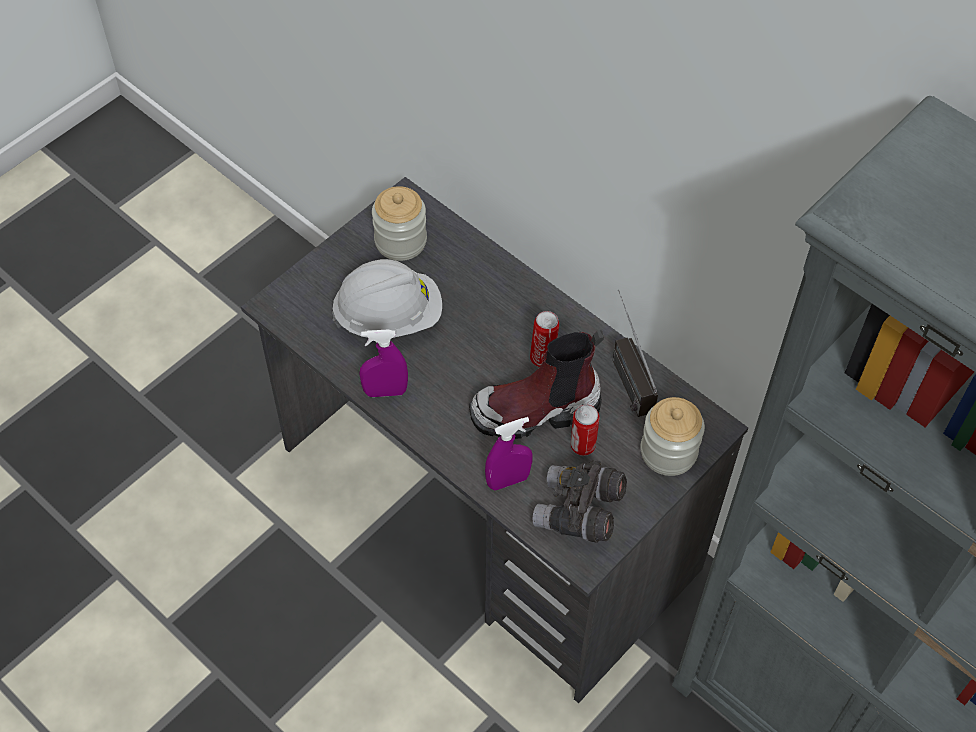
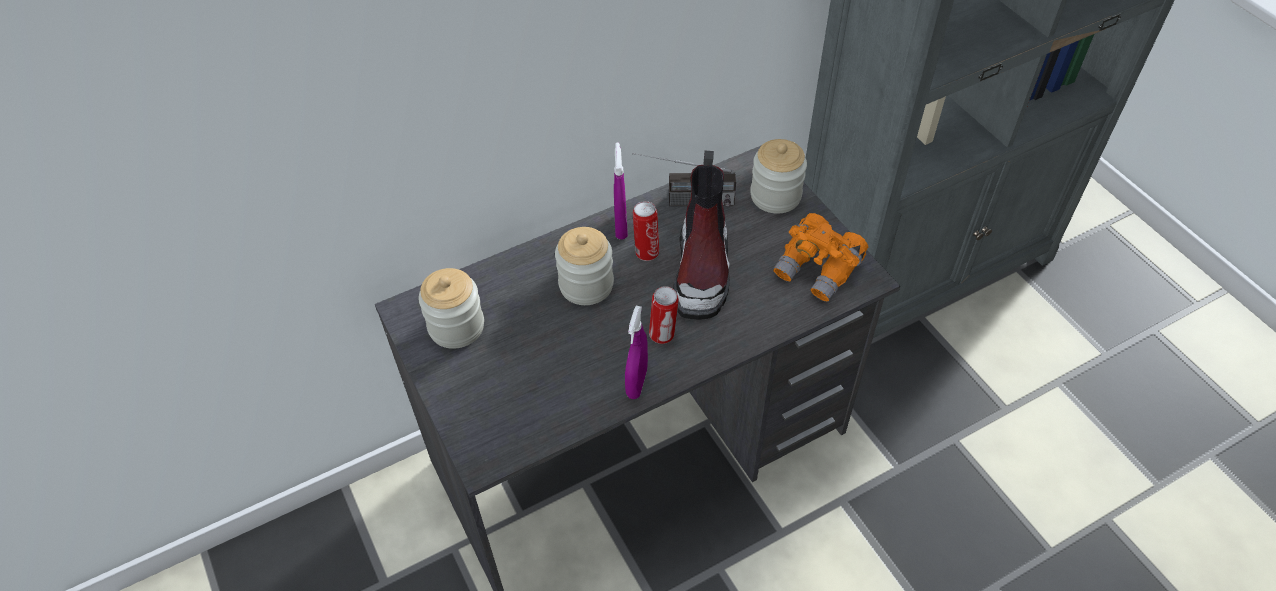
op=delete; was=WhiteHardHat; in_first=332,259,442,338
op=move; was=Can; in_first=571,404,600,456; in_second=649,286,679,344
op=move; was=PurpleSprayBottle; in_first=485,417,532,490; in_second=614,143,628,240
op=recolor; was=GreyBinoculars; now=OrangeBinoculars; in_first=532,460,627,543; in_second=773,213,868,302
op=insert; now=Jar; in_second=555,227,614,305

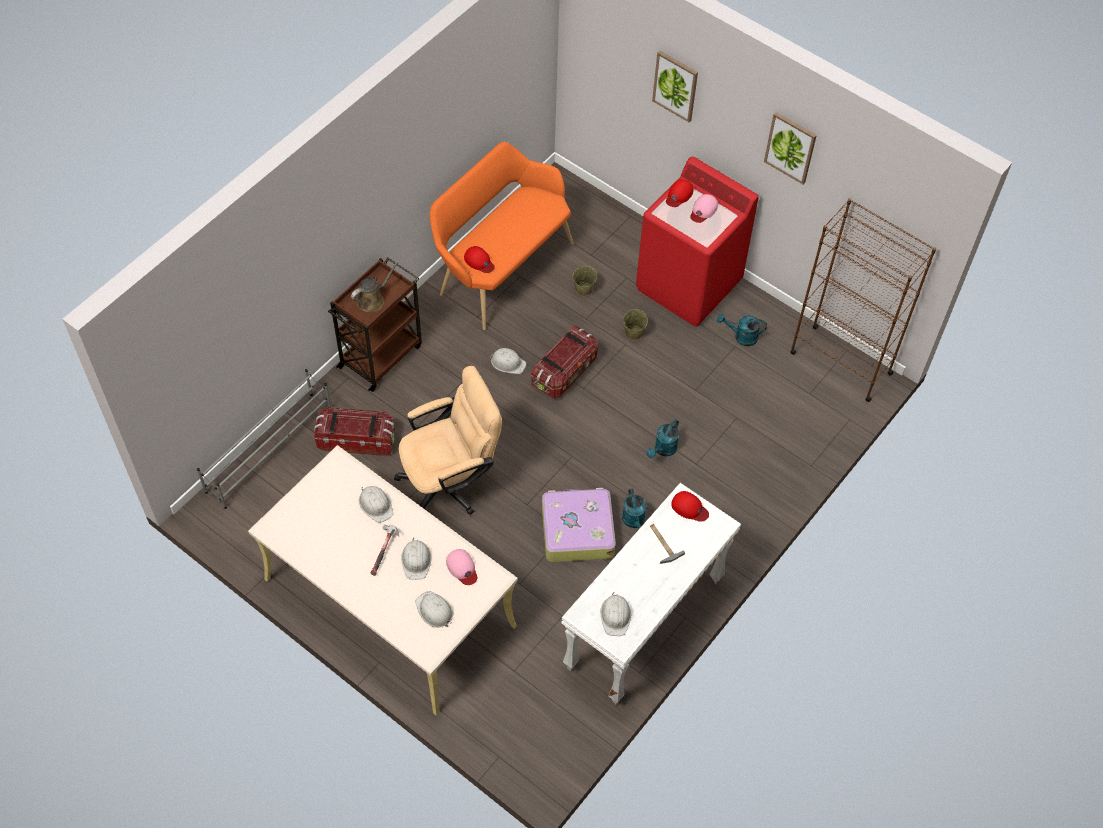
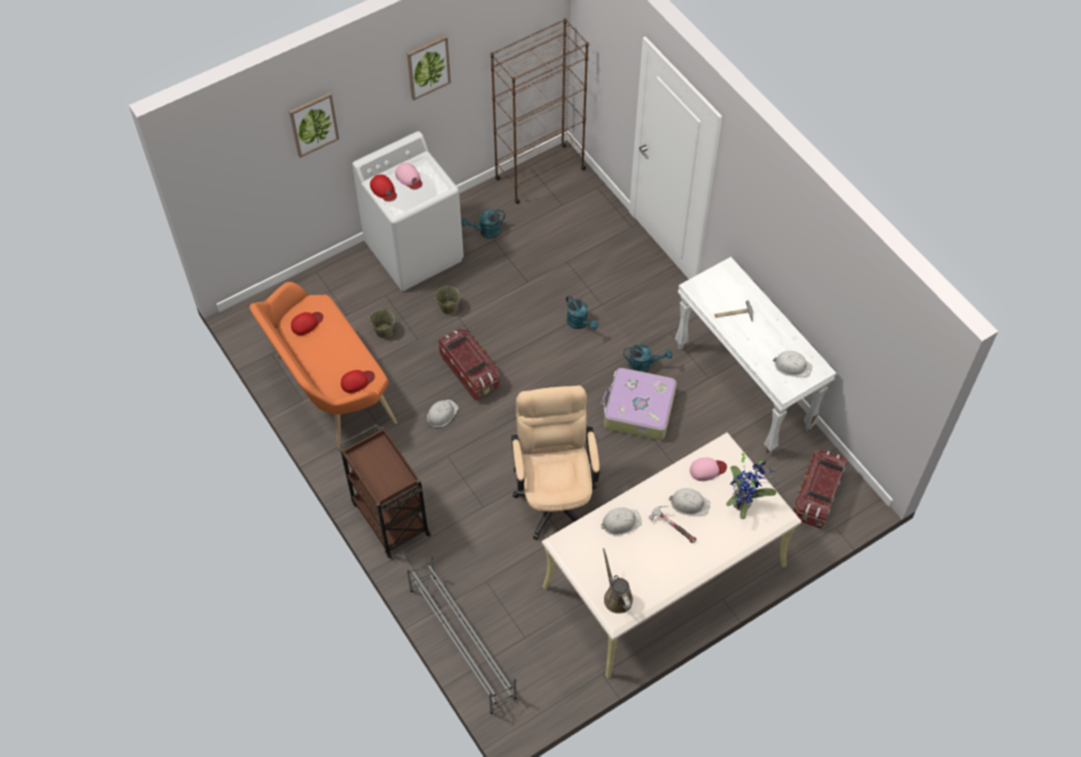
op=recolor; was=RedWashingMachine; now=WhiteWashingMachine; in_first=636,157,759,327; in_second=352,131,464,291
op=move; was=BrownWateringCan; in_first=351,260,400,312; in_second=603,548,633,614
op=rotate; was=TurquoiseWateringCan; in_first=717,314,767,346; in_second=461,209,505,239; clockwise=45
op=move; was=StorageBox; in_first=314,407,395,456; in_second=794,450,847,529
op=move; was=RedCap; in_first=671,491,709,522; in_second=291,312,323,335
op=replace; was=WhiteHardHat; now=PottedPlant; in_first=415,591,453,628; in_second=726,449,776,519

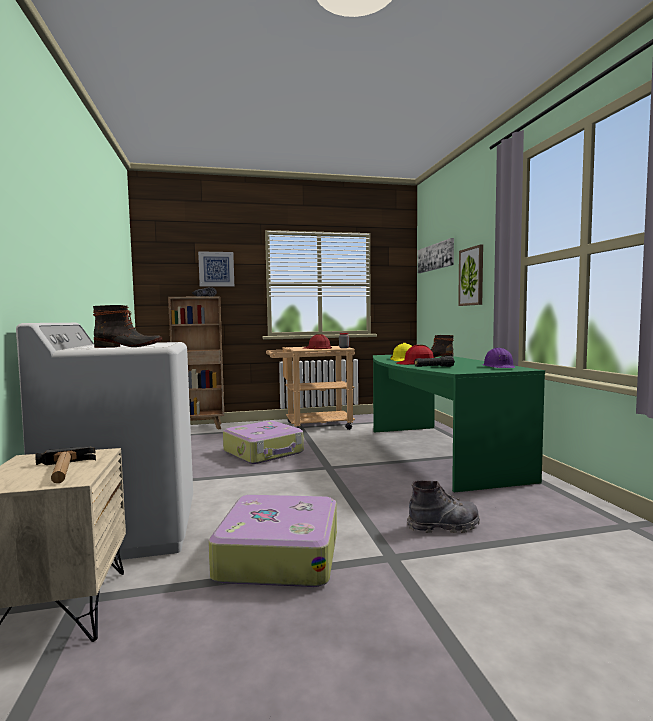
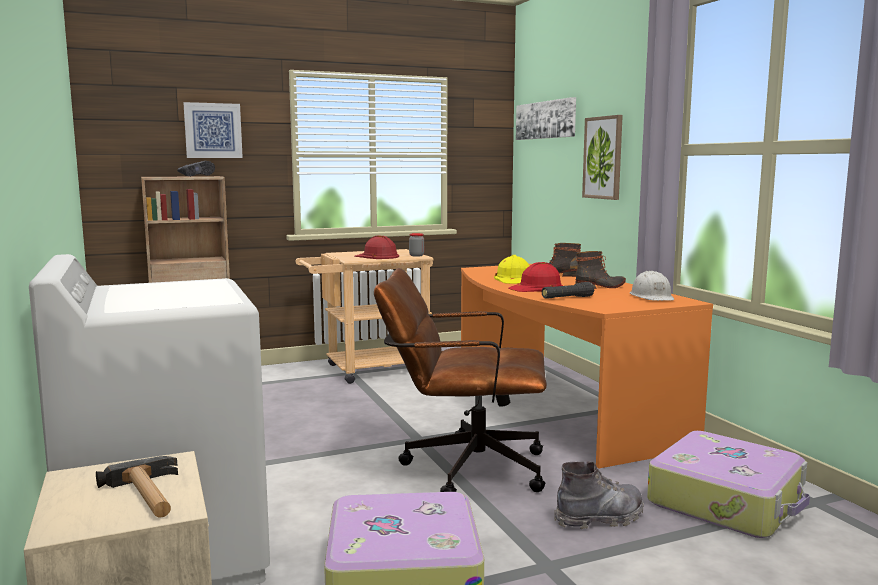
op=move; was=Boot; in_first=93,305,162,348; in_second=576,251,626,289
op=recolor; was=PurpleHardHat; now=WhiteHardHat; in_first=483,348,515,368; in_second=630,271,674,301
op=recolor; was=GreenDesk; now=OrangeDesk; in_first=373,355,545,492; in_second=461,264,713,468
op=move; was=Suitcase; in_first=223,421,304,464; in_second=647,431,810,538
op=insert; now=BrownOfficeChair; in_second=374,268,547,492

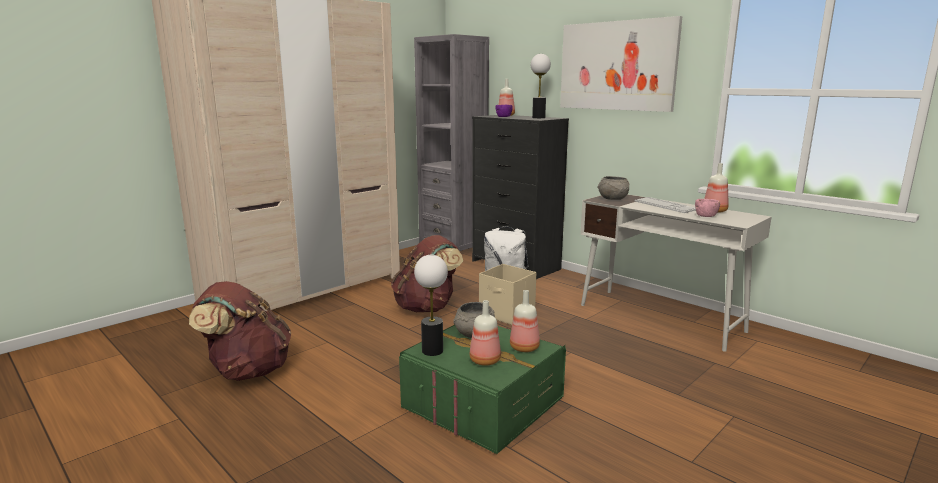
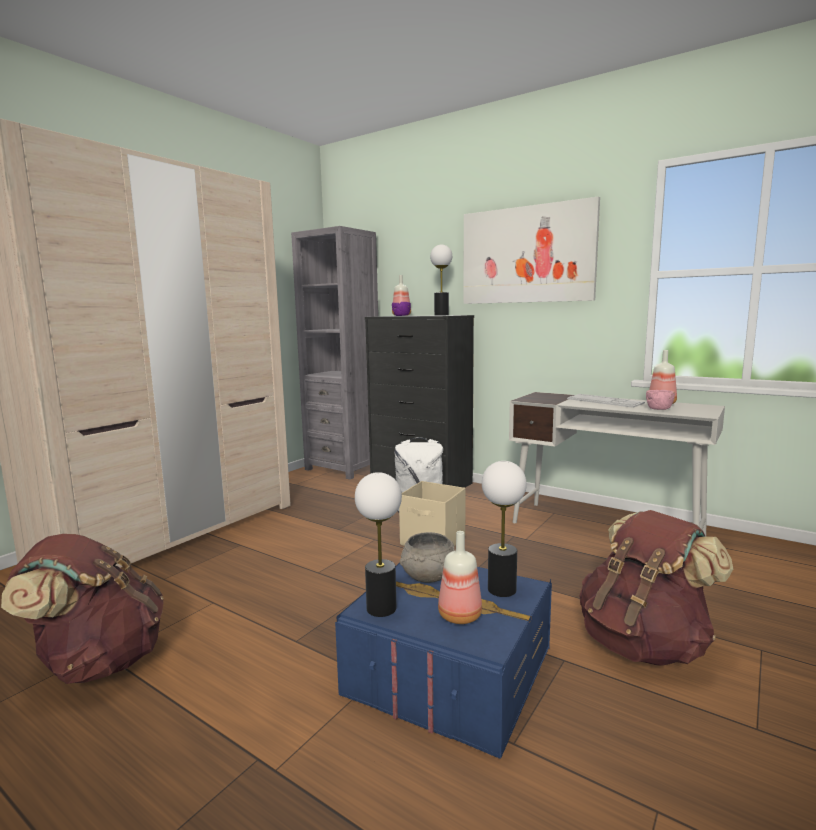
op=delete; was=GreyBowl; in_first=597,176,629,200
op=move; was=BrownBackpack; in_first=391,235,463,312; in_second=579,510,733,666
op=replace; was=Bottle; now=TableLamp; in_first=510,290,540,352; in_second=482,461,527,597
op=recolor; was=GreenStorageBox; now=BlueStorageBox; in_first=399,325,566,454; in_second=335,563,552,759

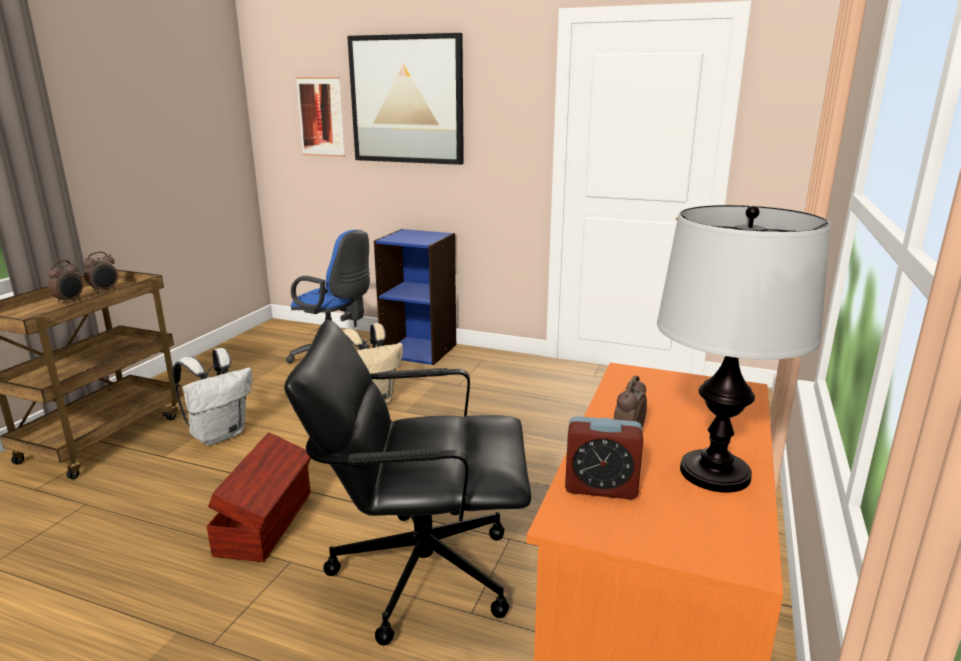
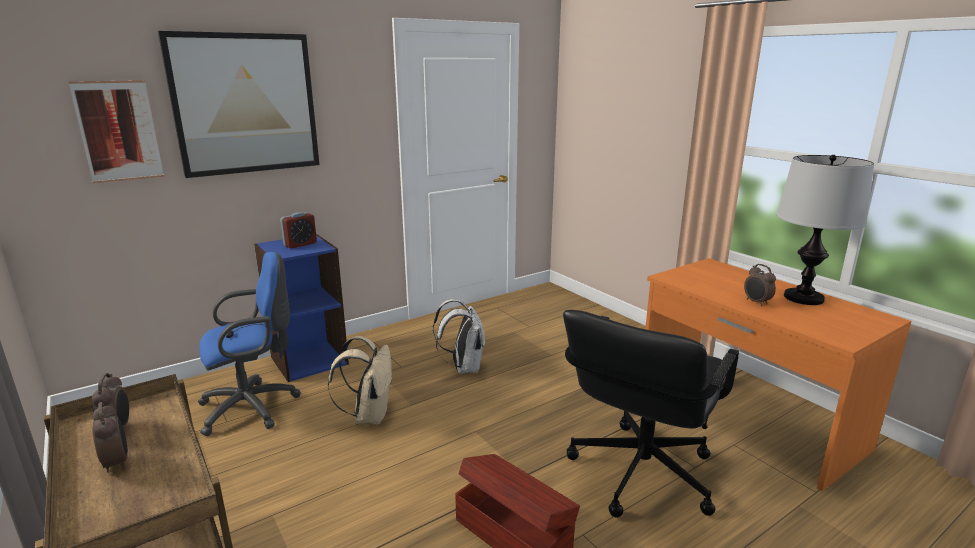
op=move; was=WhiteBackpack; in_first=173,348,252,445; in_second=433,299,485,373
op=move; was=AlarmClock; in_first=565,416,643,500; in_second=280,212,317,249

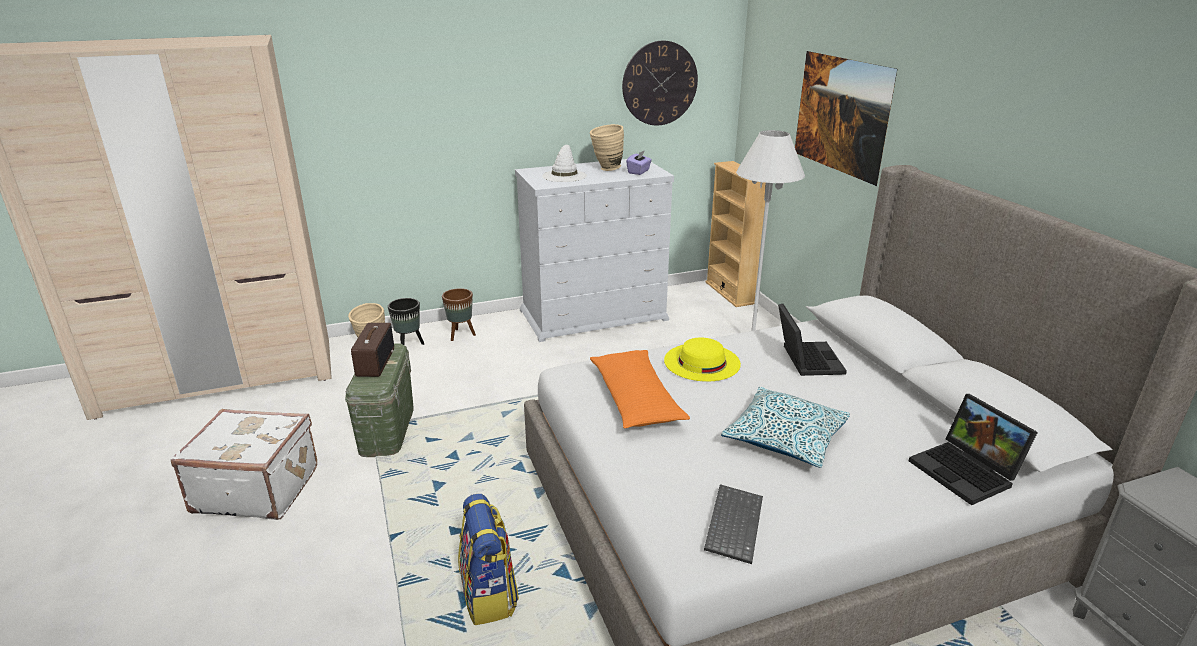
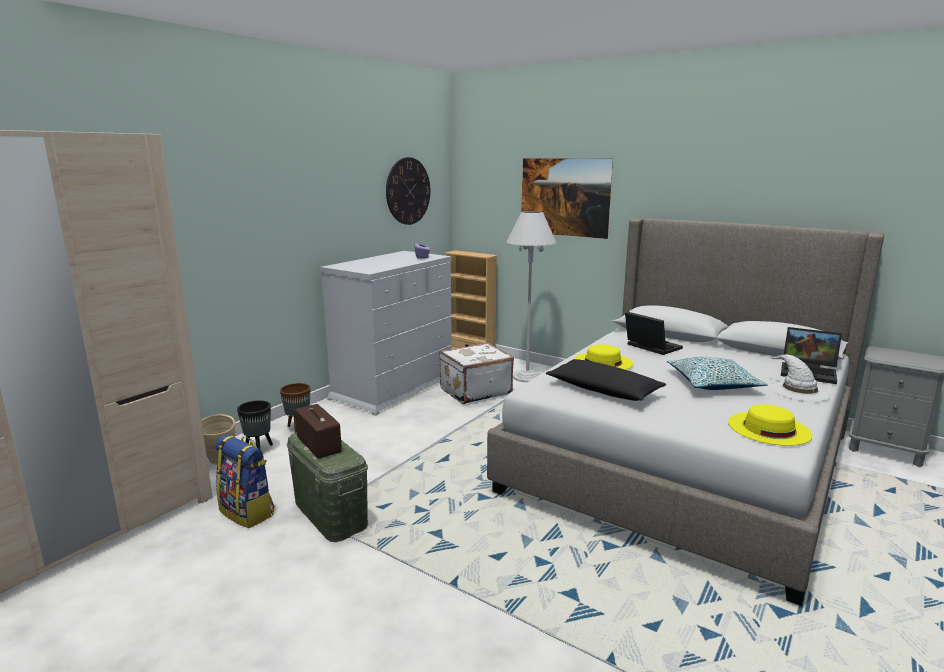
op=delete; was=BeigeVase; in_first=590,124,624,171
op=move; was=WhiteHat; in_first=542,145,587,182; in_second=769,354,830,402
op=recolor; was=OrangePillow; now=BlackPillow; in_first=590,350,690,428; in_second=546,359,666,401
op=move; was=WhiteSuitcase; in_first=171,409,317,520; in_second=439,343,514,404
op=replace; was=Keyboard; now=YellowHat; in_first=704,484,763,564; in_second=728,404,813,446
op=move; was=Backpack; in_first=458,494,519,625; in_second=215,434,275,528

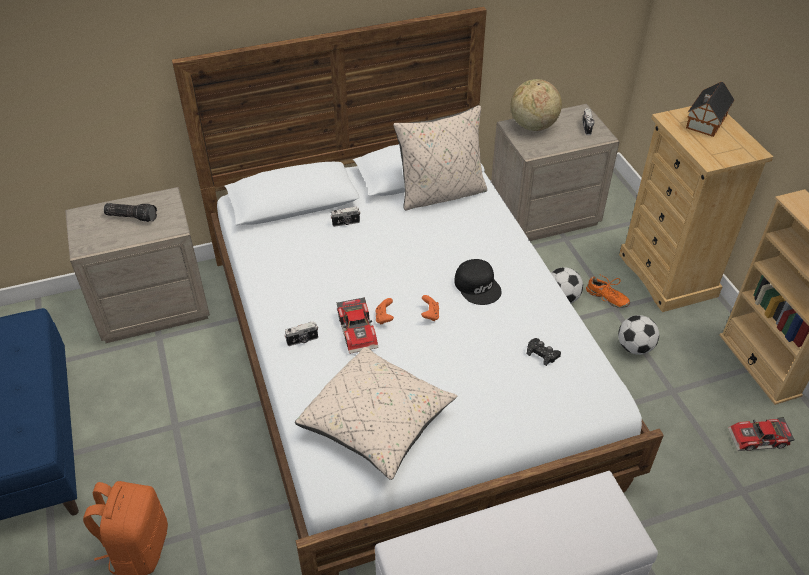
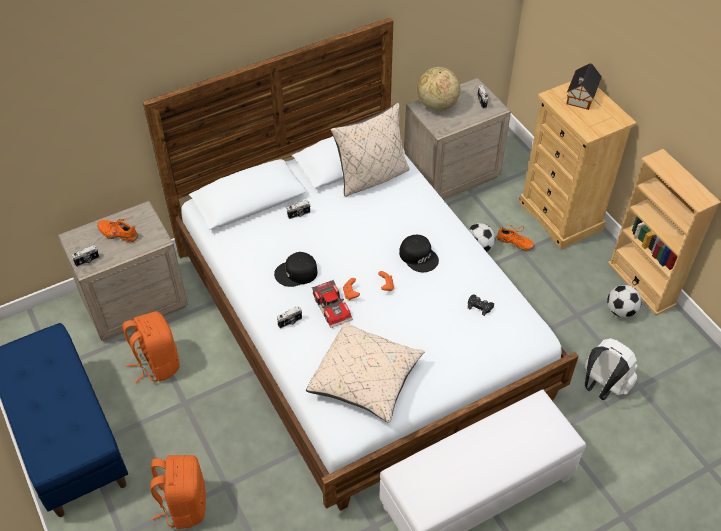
op=replace; was=Flashlight; now=OrangeShoe; in_first=104,203,157,222; in_second=97,218,138,242
op=move; was=Football; in_first=618,315,659,355; in_second=607,285,642,318
op=delete; was=ToyCar; in_first=728,417,795,451
op=insert; now=PhotoCamera; in_second=72,245,99,267
op=insert; now=BlackCap; in_second=274,252,317,287
op=insert; now=OrangeBackpack; in_second=123,311,180,383
op=insert; now=WhiteBackpack; in_second=584,338,637,400

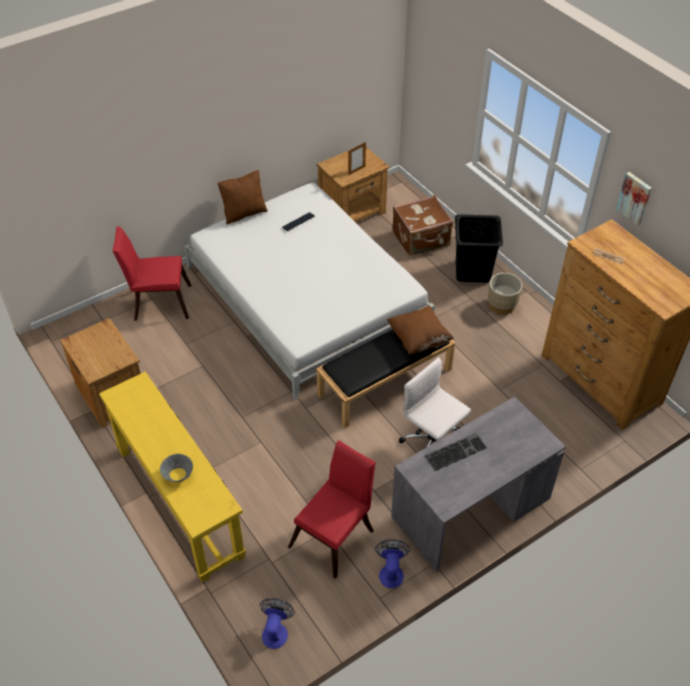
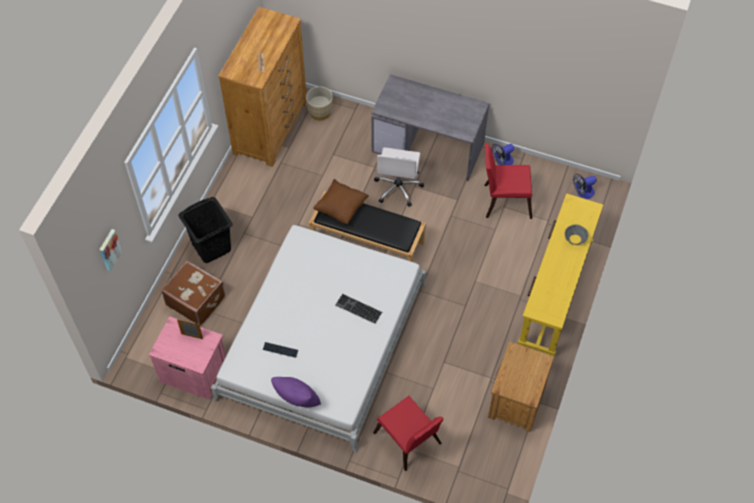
op=recolor; was=BrownNightstand; now=PinkNightstand; in_first=317,147,390,223; in_second=149,316,226,400
op=recolor; was=BrownPillow; now=PurplePillow; in_first=218,170,268,224; in_second=271,377,321,408
op=move; was=Picture; in_first=616,172,652,226; in_second=99,229,122,271
op=move; was=BeigePlanter; in_first=488,273,522,315; in_second=306,86,333,121
op=move; was=Keyboard; in_first=424,433,487,471; in_second=335,294,382,324

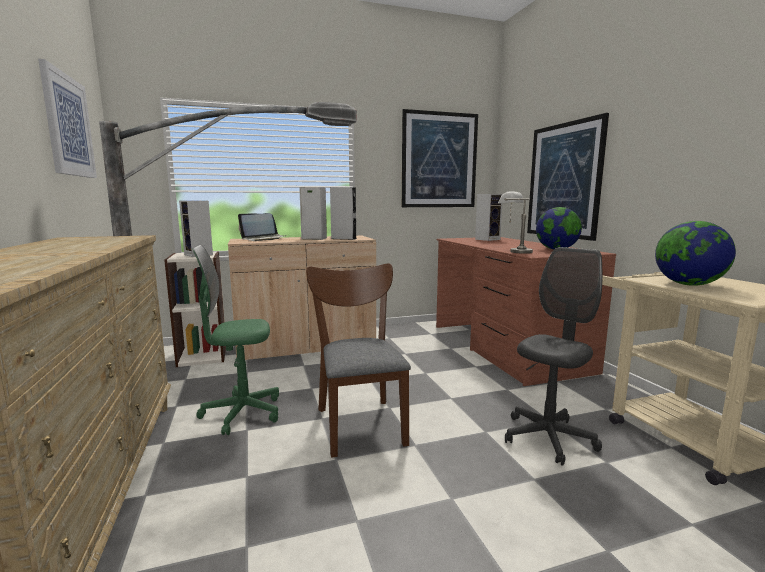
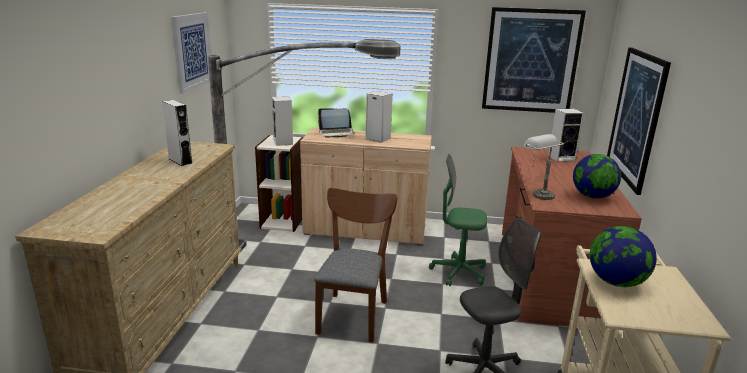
op=move; was=GreySpeaker; in_first=330,187,356,240; in_second=162,100,193,166
op=move; was=GreenOfficeChair; in_first=192,245,279,435; in_second=429,154,487,286

